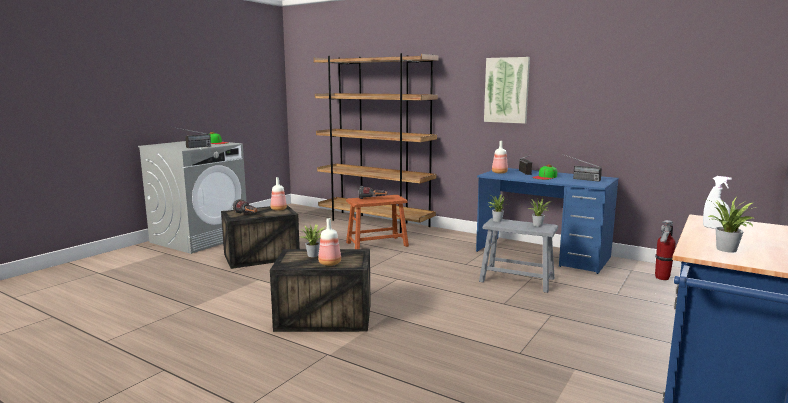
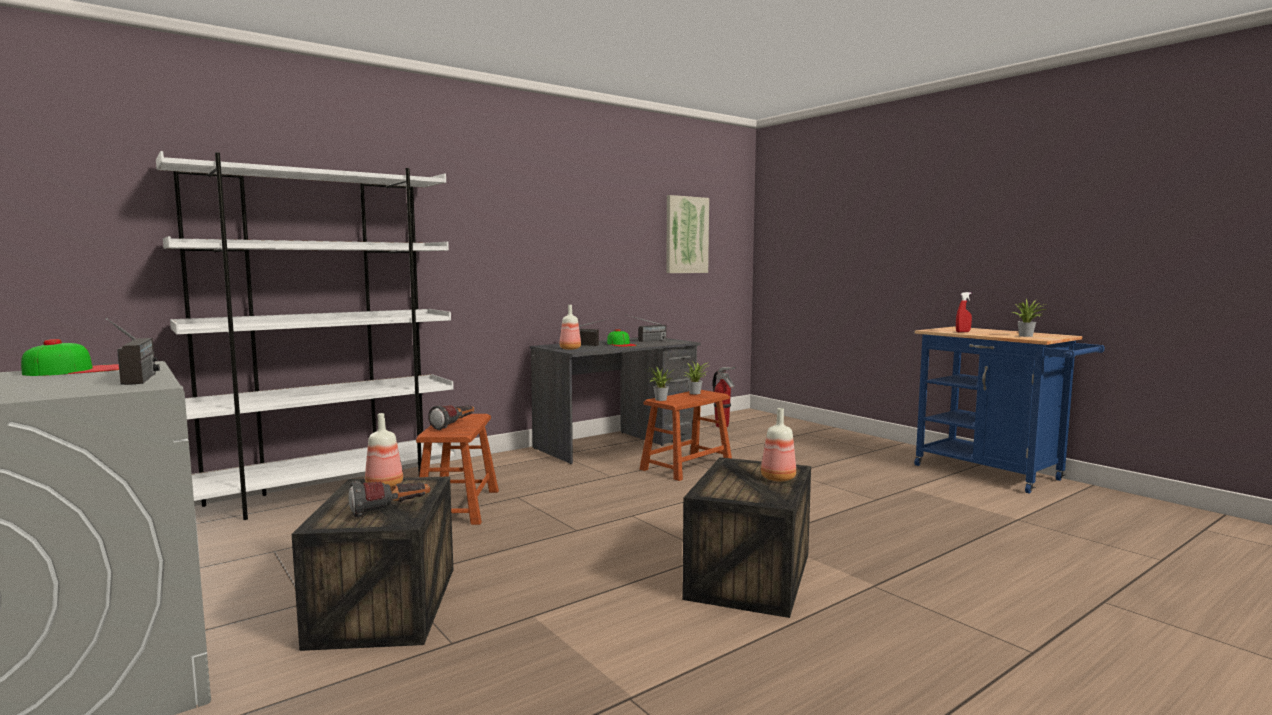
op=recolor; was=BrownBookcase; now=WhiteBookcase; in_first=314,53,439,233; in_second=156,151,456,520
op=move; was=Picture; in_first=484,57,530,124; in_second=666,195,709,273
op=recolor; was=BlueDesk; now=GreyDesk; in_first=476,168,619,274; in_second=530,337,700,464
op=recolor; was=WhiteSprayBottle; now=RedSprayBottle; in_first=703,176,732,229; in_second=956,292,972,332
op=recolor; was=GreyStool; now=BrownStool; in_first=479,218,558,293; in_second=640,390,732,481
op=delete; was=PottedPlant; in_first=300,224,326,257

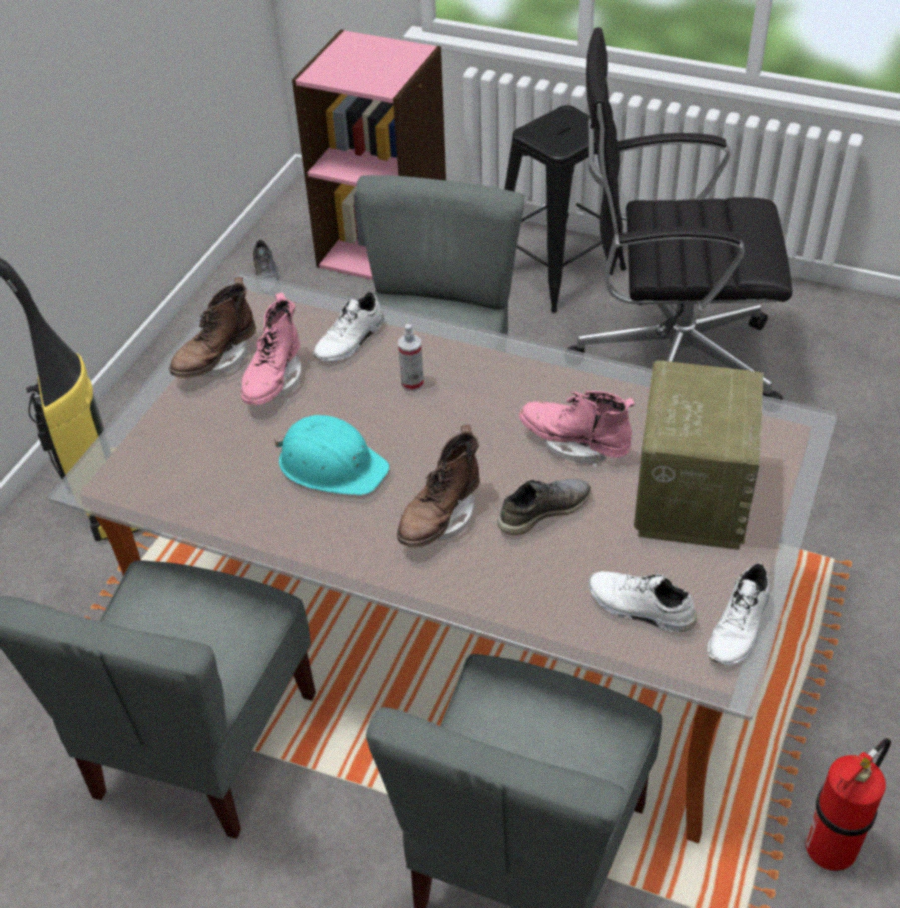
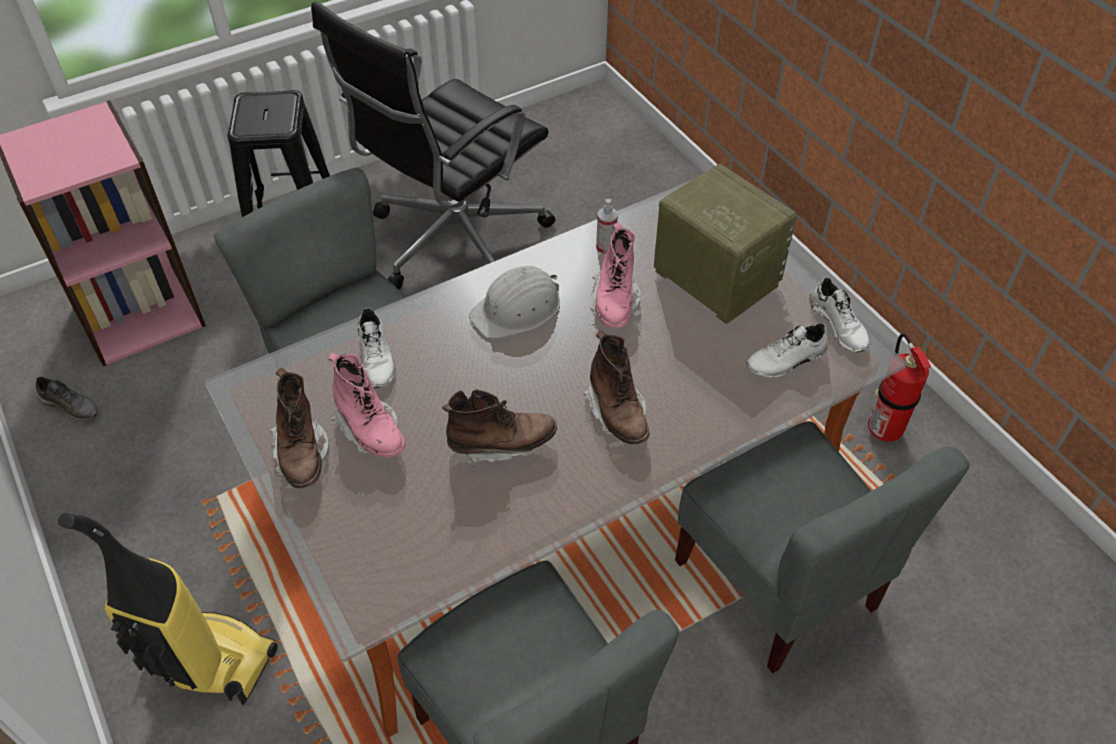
op=move; was=SprayBottle; in_first=398,324,424,391; in_second=596,199,618,255
op=rotate; was=PinkBoot; in_first=519,391,635,466; in_second=591,222,641,328; clockwise=-60
op=replace; was=TurquoiseHardHat; now=BrownBoot; in_first=274,415,390,496; in_second=442,389,557,467
op=delete; was=GreyShoe; in_first=497,479,591,535
op=insert; now=WhiteHardHat; in_second=469,266,560,339

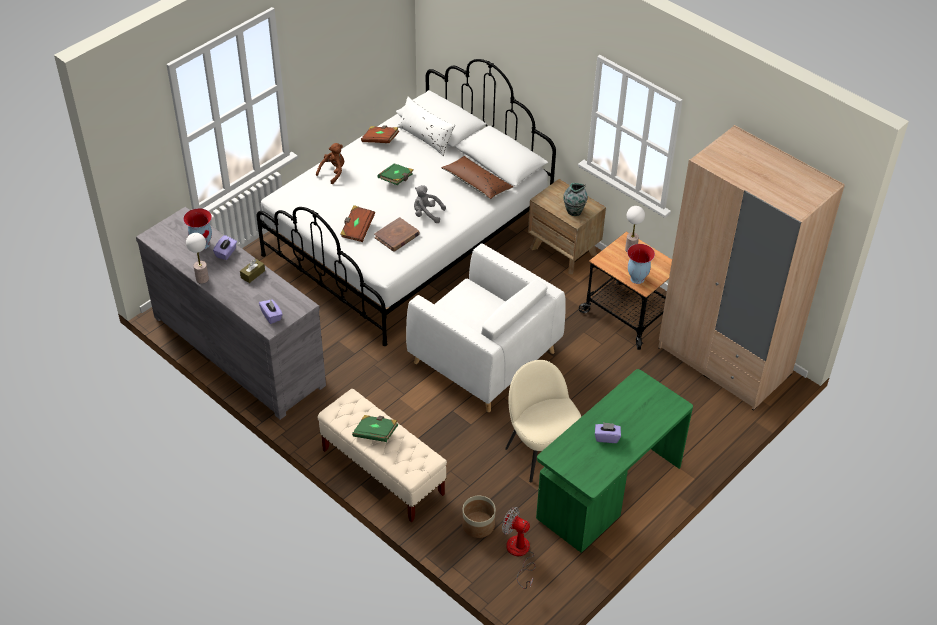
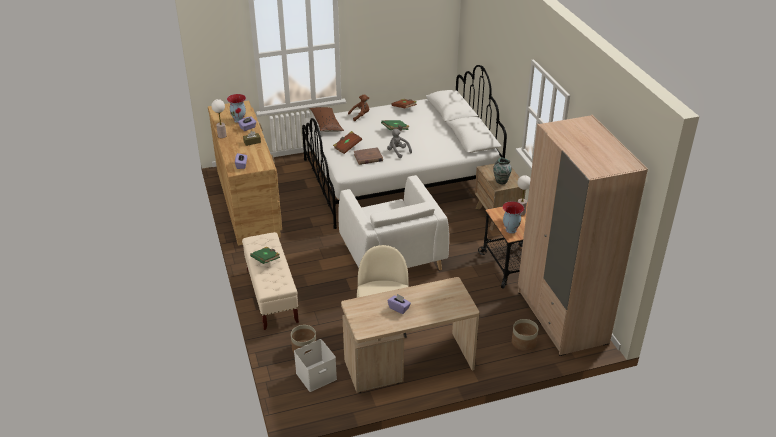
op=delete; was=WhitePillow; in_first=397,97,455,156
op=move; was=BrownPillow; in_first=441,156,513,199; in_second=309,107,344,132
op=recolor; was=GreyDresser; now=BrownDresser; in_first=136,207,326,420; in_second=208,100,282,245
op=recolor; was=GreenDesk; now=BeigeDesk; in_first=536,369,693,553; in_second=341,277,480,393
op=replace; was=Fan; now=WhiteStorageBox; in_first=502,507,536,589; in_second=294,339,337,392
op=insert; now=Planter; in_second=512,319,538,351

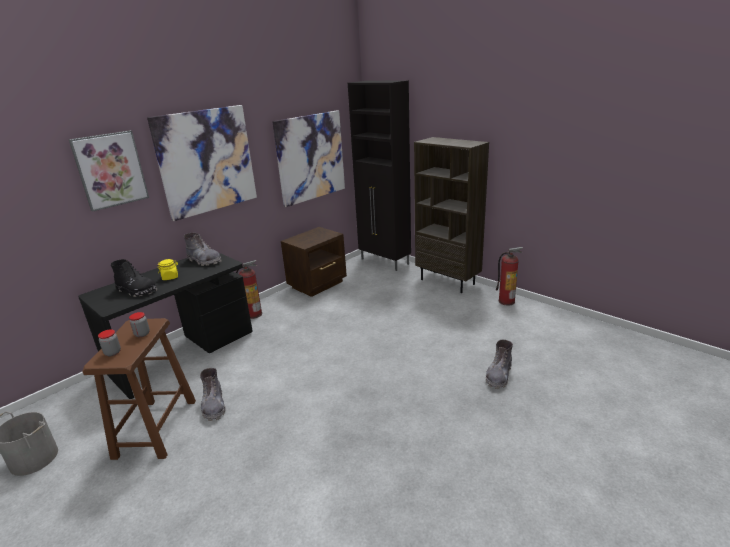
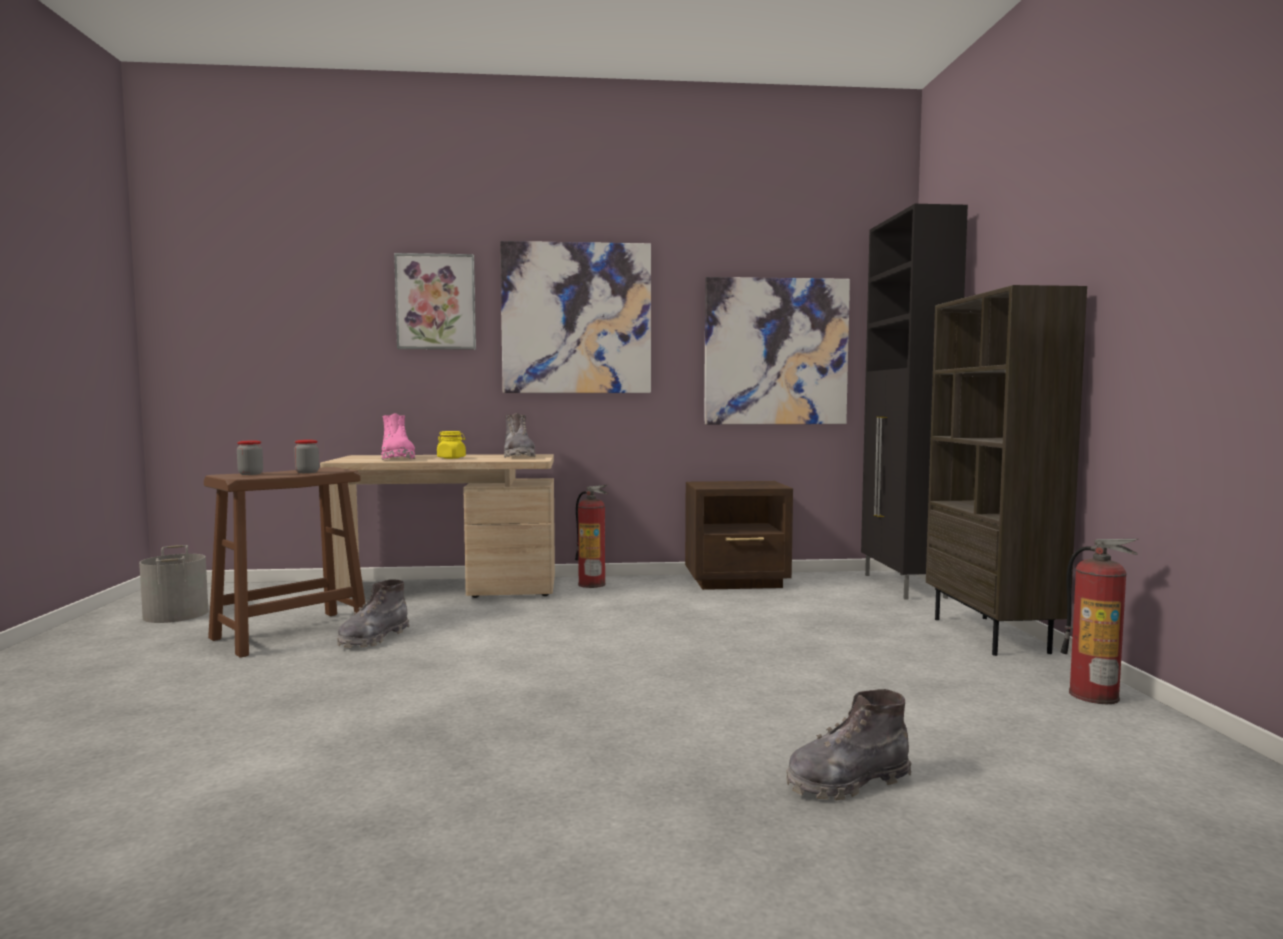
op=recolor; was=BlackDesk; now=BeigeDesk; in_first=78,253,253,399; in_second=320,454,555,601
op=recolor; was=BlackBoot; now=PinkBoot; in_first=110,259,157,297; in_second=382,413,415,460

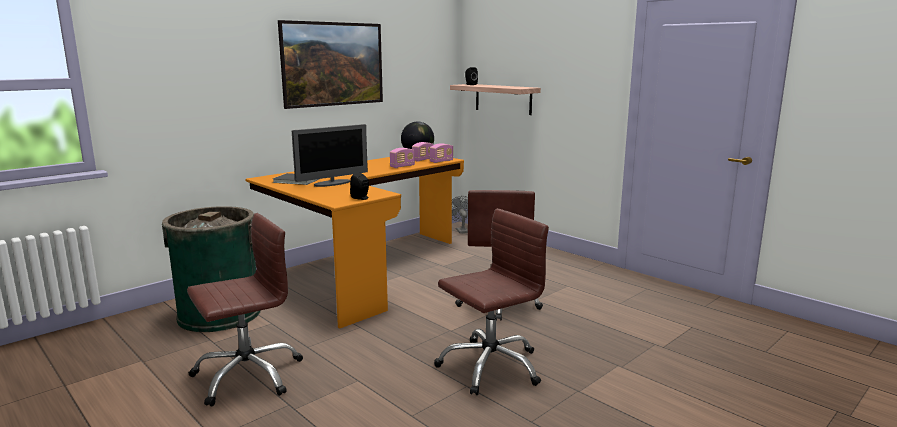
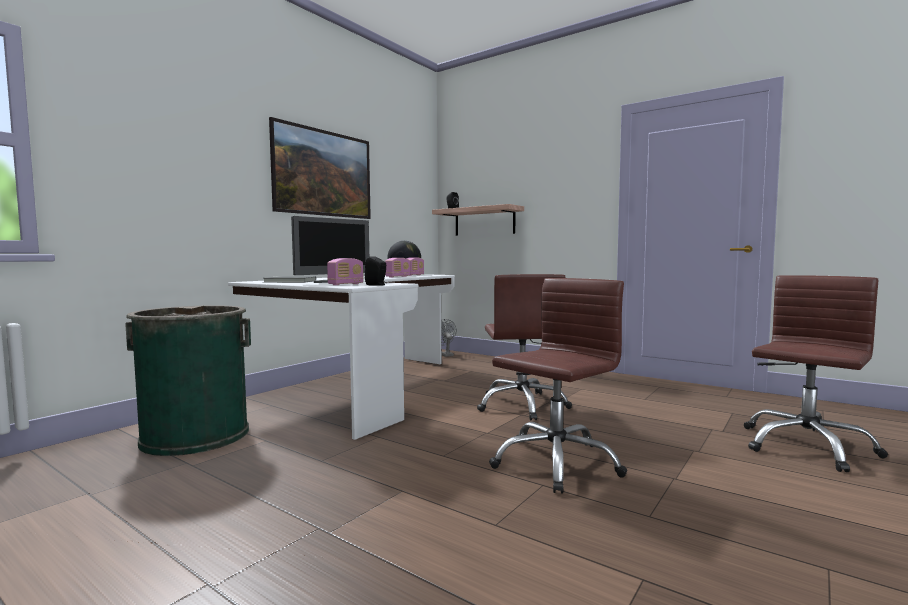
op=move; was=Radio; in_first=430,143,453,163; in_second=327,258,364,285
op=recolor; was=OrangeDesk; now=WhiteDesk; in_first=245,157,464,329; in_second=228,274,455,440
op=move; was=BrownOfficeChair; in_first=187,213,303,406; in_second=744,275,888,472

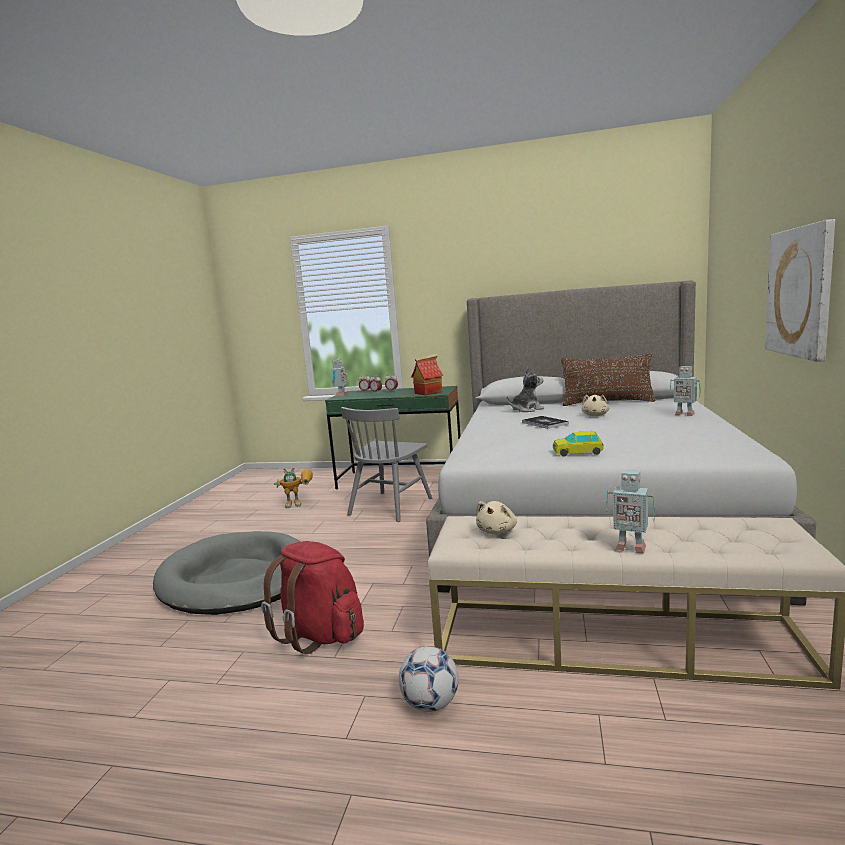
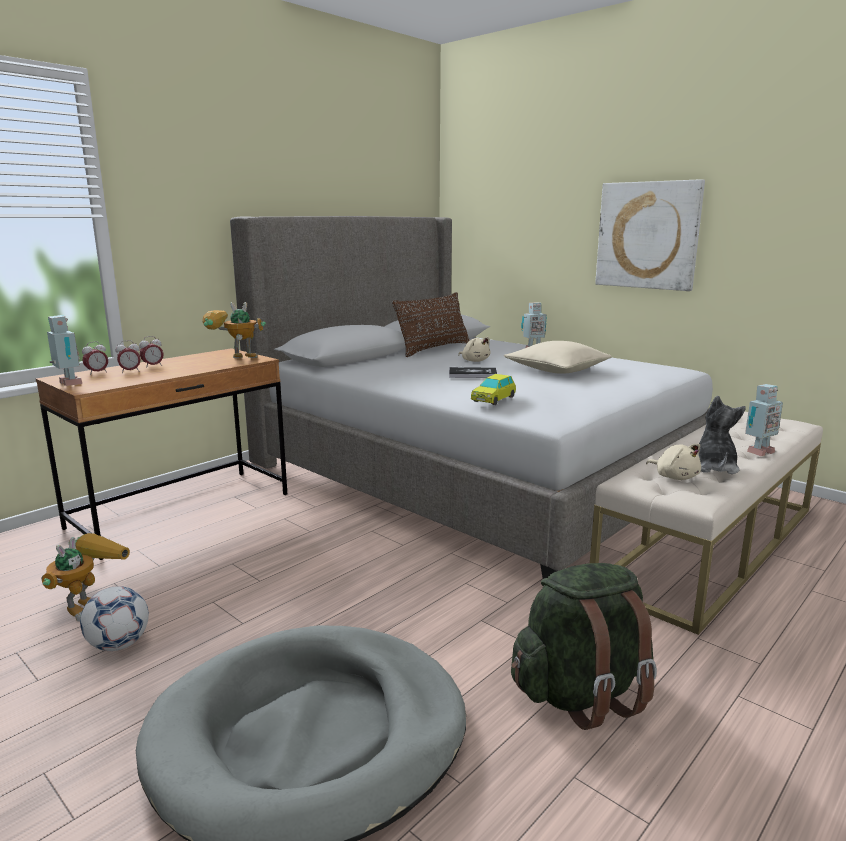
op=replace; was=ToyHouse; now=ToyRobot; in_first=411,354,443,395; in_second=202,302,266,358
op=move; was=PlushToy; in_first=507,368,544,412; in_second=698,396,746,474
op=recolor; was=GreenDesk; now=BrownDesk; in_first=325,386,461,490; in_second=36,348,287,560
op=delete; was=GreyChair; in_first=341,407,432,522
op=move; was=ToyCar; in_first=553,431,604,457; in_second=471,374,516,405
op=recolor; was=RedBackpack; now=GreenBackpack; in_first=261,541,364,654; in_second=511,563,657,730
op=move; was=Football; in_first=399,646,459,712; in_second=80,586,149,651
op=insert; now=BeigePillow; in_second=504,341,611,374

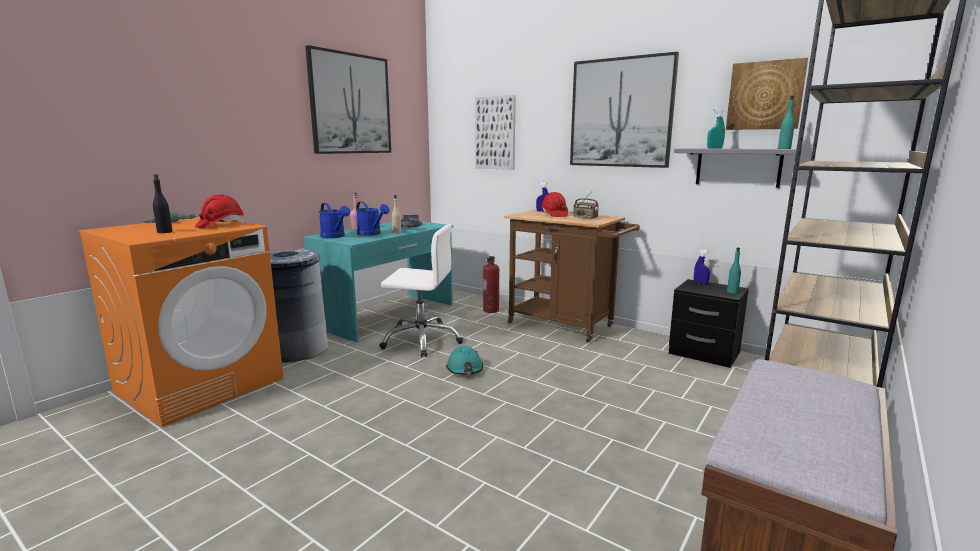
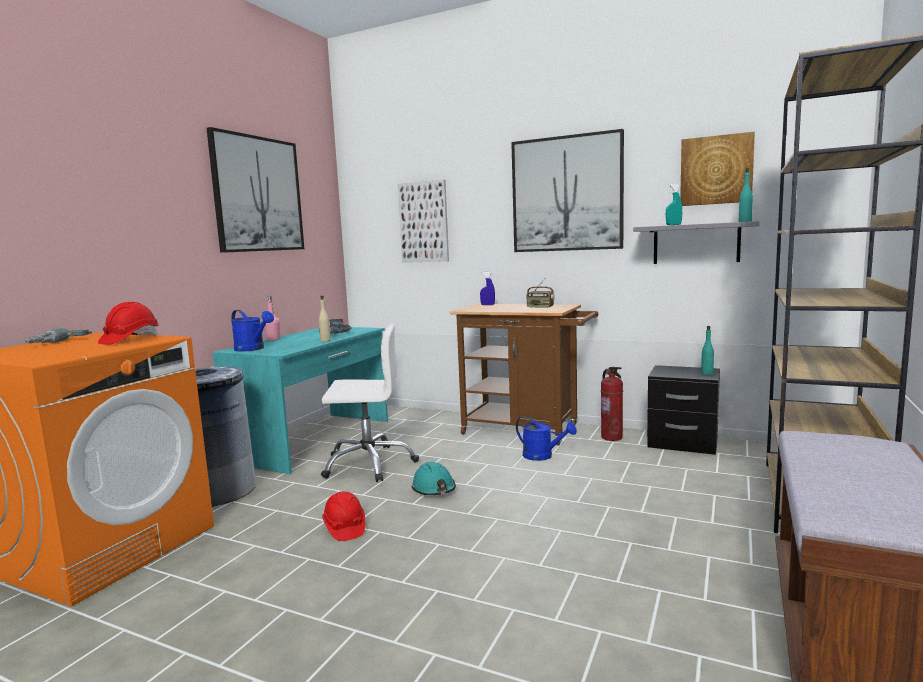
op=delete; was=BlackBottle; in_first=153,174,173,233
op=move; was=RedHardHat; in_first=541,192,568,217; in_second=322,491,365,541
op=move; was=BlueWateringCan; in_first=356,202,390,236; in_second=516,416,577,461
op=delete; was=BlueSprayBottle; in_first=694,249,711,285
op=move; was=FireExtinguisher; in_first=483,256,500,313; in_second=601,367,623,441

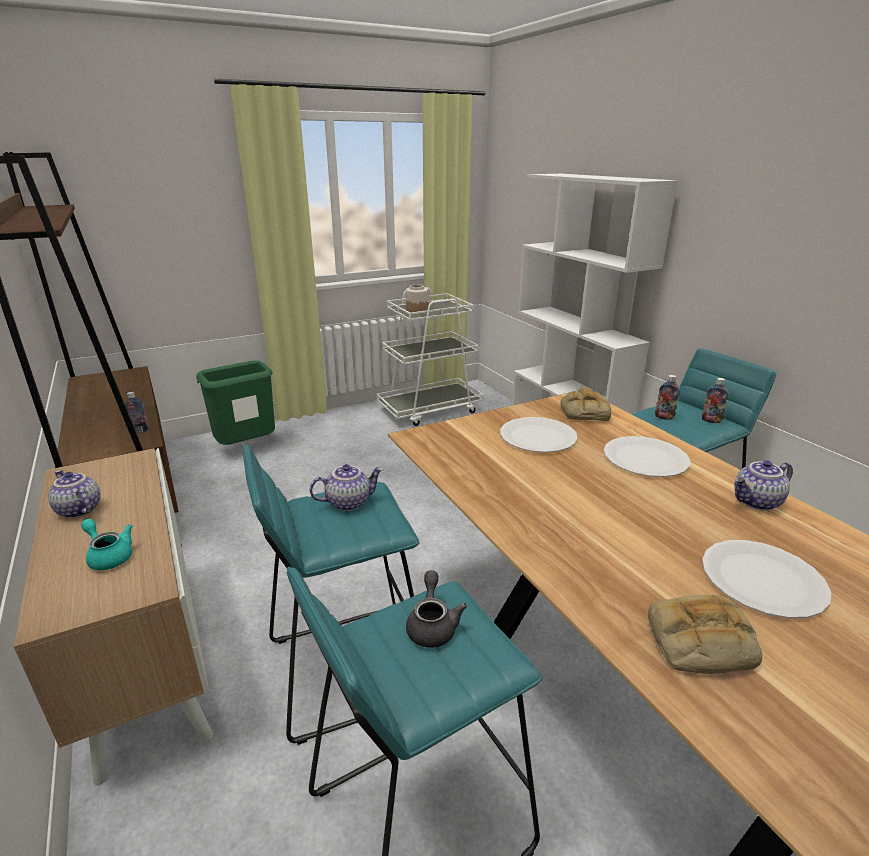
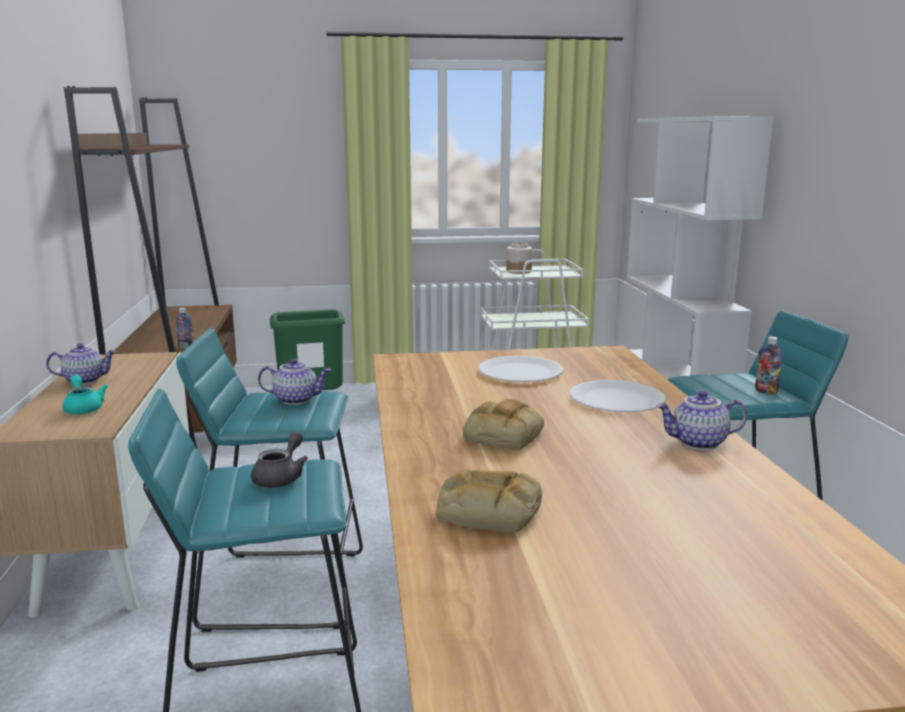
op=delete; was=Bottle; in_first=655,375,680,420
op=move; was=Bread; in_first=561,387,611,421; in_second=463,399,544,450
op=rotate; was=Teapot; in_first=48,470,101,518; in_second=46,343,117,385; clockwise=105
op=delete; was=WhitePlate; in_first=702,540,831,618

